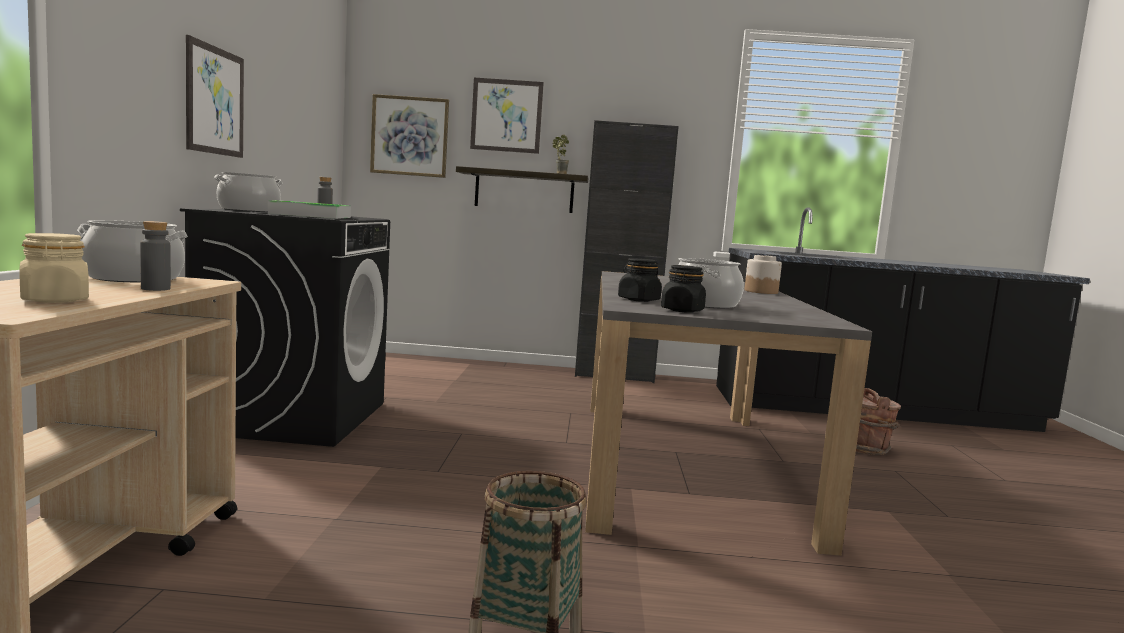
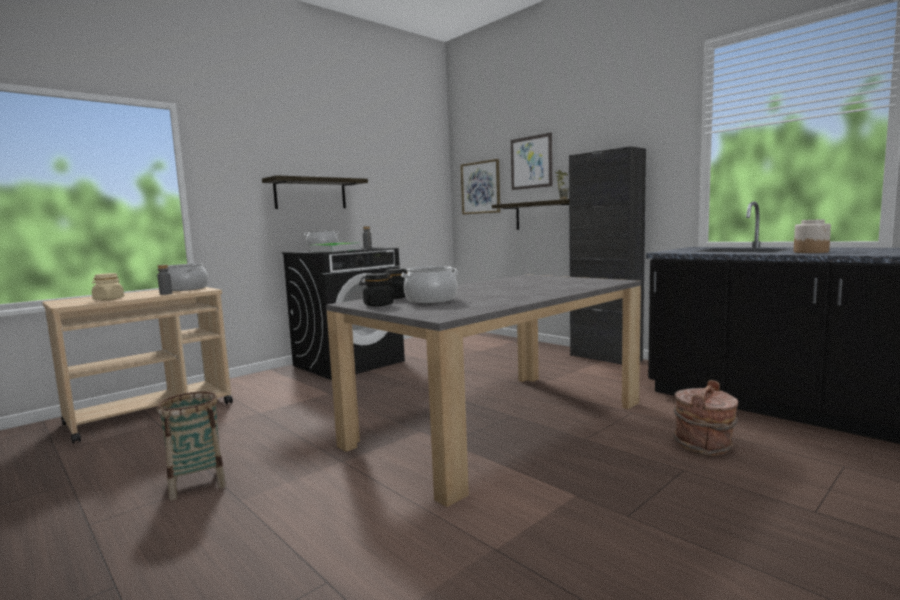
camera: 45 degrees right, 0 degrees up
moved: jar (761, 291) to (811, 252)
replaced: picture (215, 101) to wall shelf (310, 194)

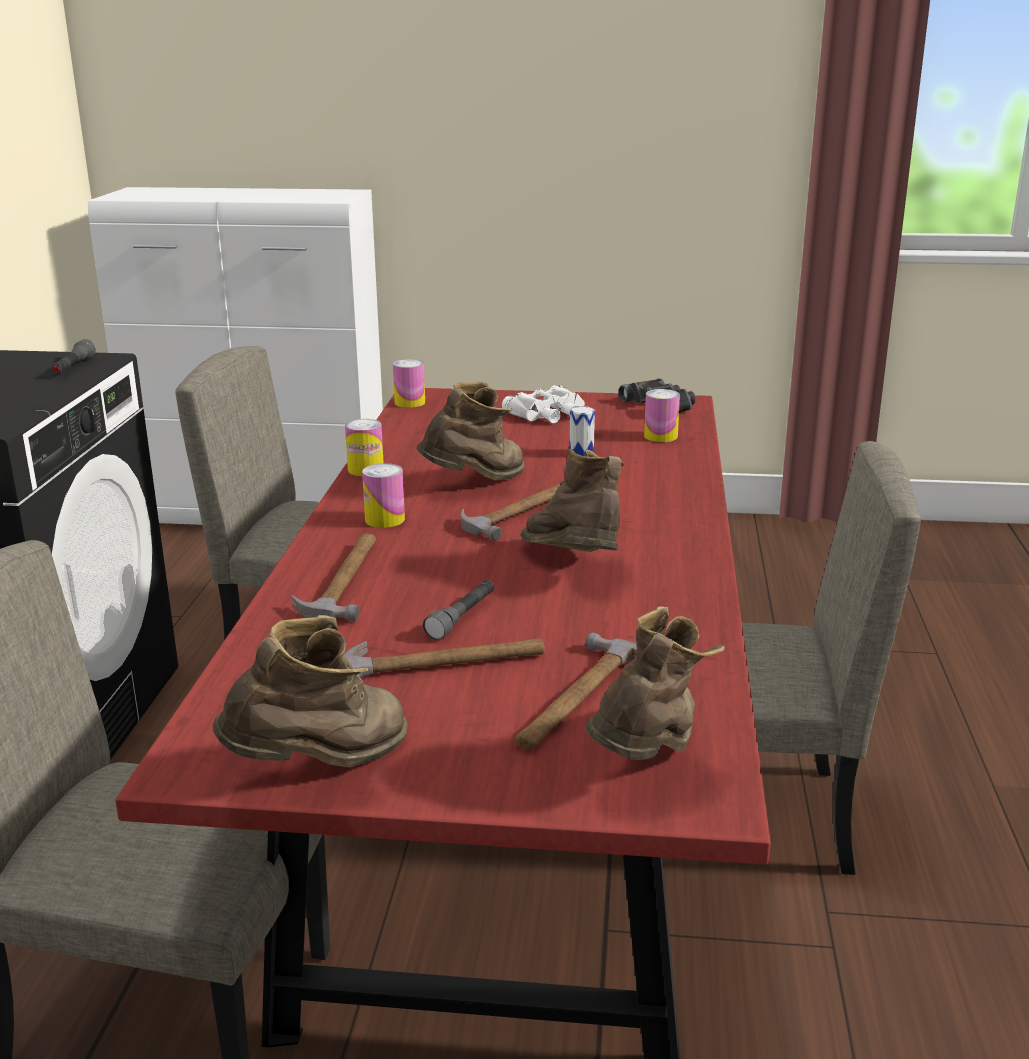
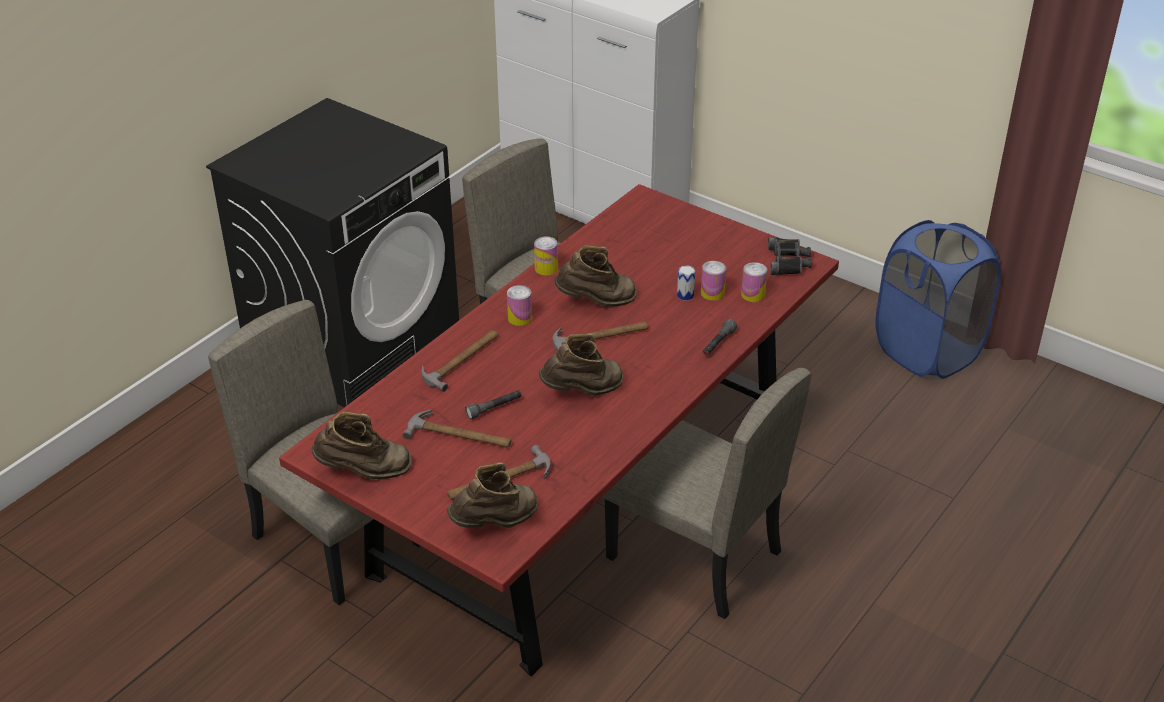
camera: 30 degrees right, 15 degrees up
removed: binoculars (white) (548, 414)
added: hamper (bluish) (927, 352)
moved: hand torch (grey) (73, 368) to (718, 343); can (410, 403) to (712, 293)
turned: high-top boot (brown) (573, 566) = (583, 392) 60 degrees clockwise

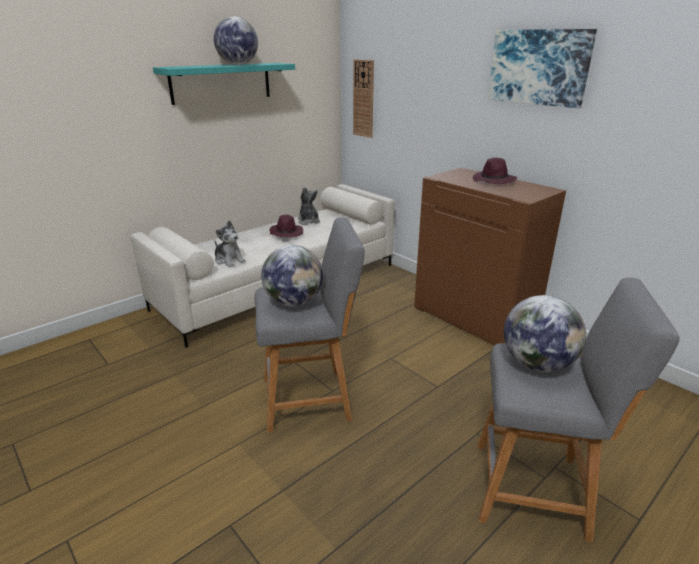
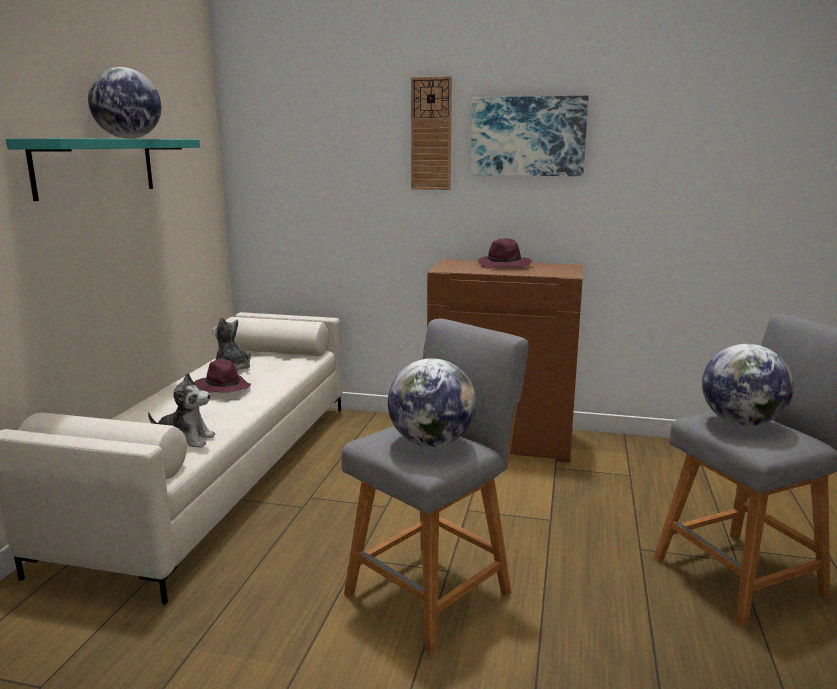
camera: 35 degrees left, 10 degrees down
moved: hanging clock (363, 99) to (431, 134)

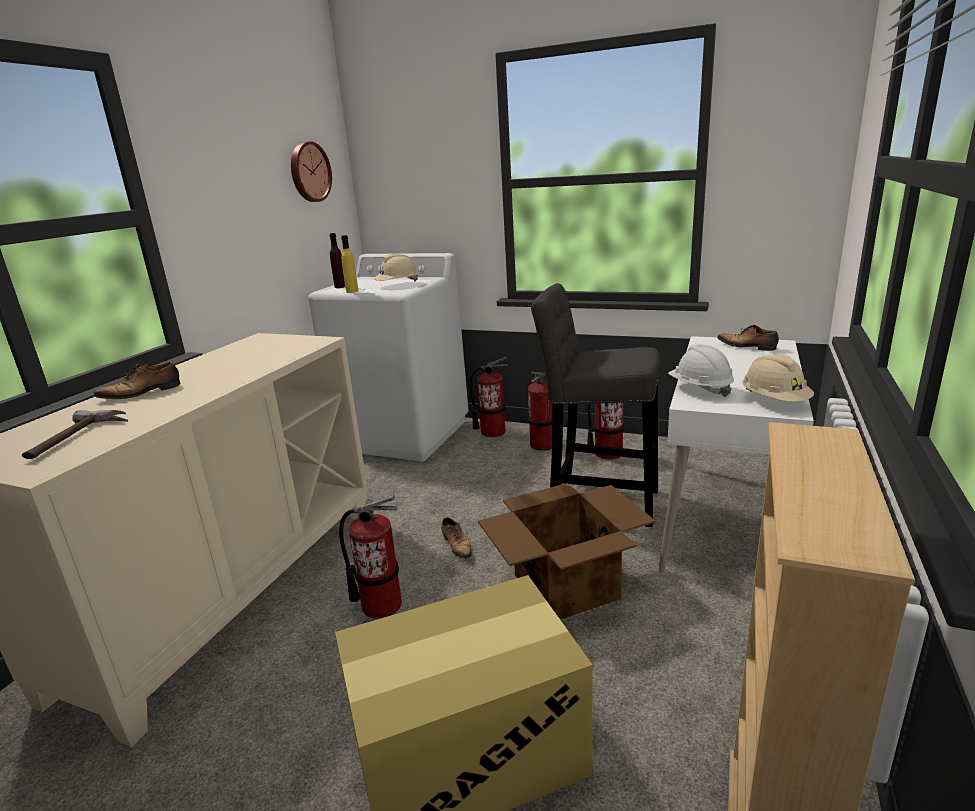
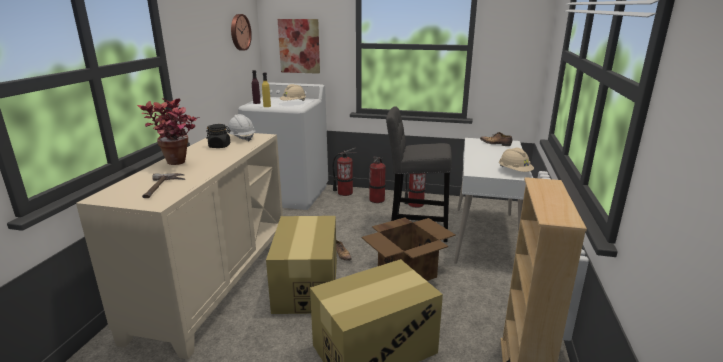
camera: 10 degrees left, 0 degrees up
added: jar (black) (220, 146); picture (299, 46)
moved: hard hat (white) (700, 389) to (241, 138)
replaced: shoe (142, 393) to houseplant (177, 164); extinguisher (381, 605) to carton (306, 285)

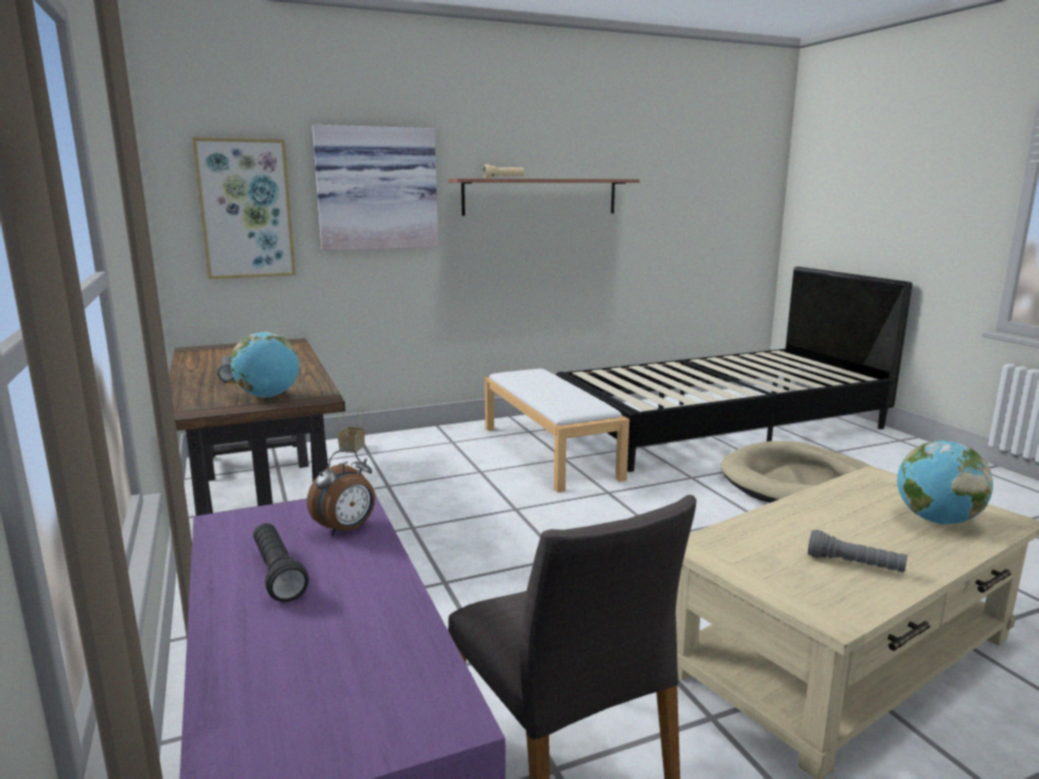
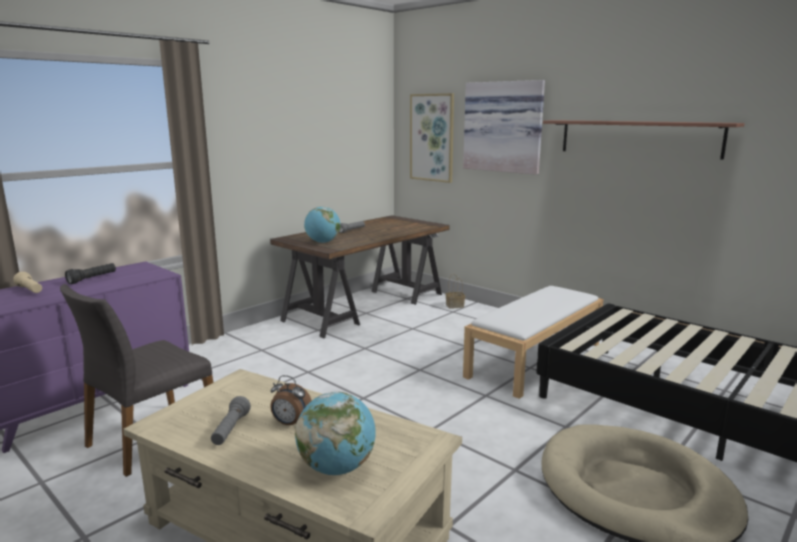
camera: 65 degrees right, 0 degrees up
moved: bedside clock (346, 529) to (290, 424); hand torch (beige) (503, 178) to (30, 290)

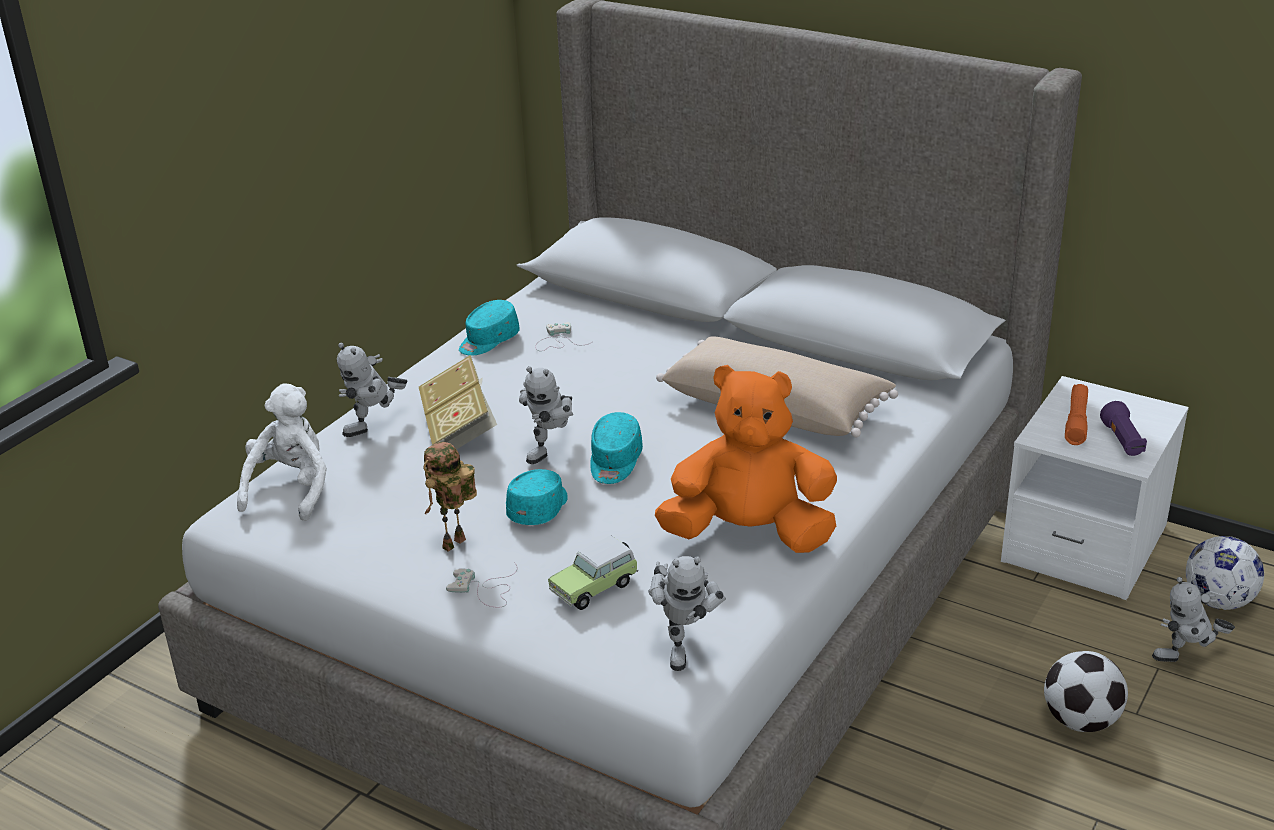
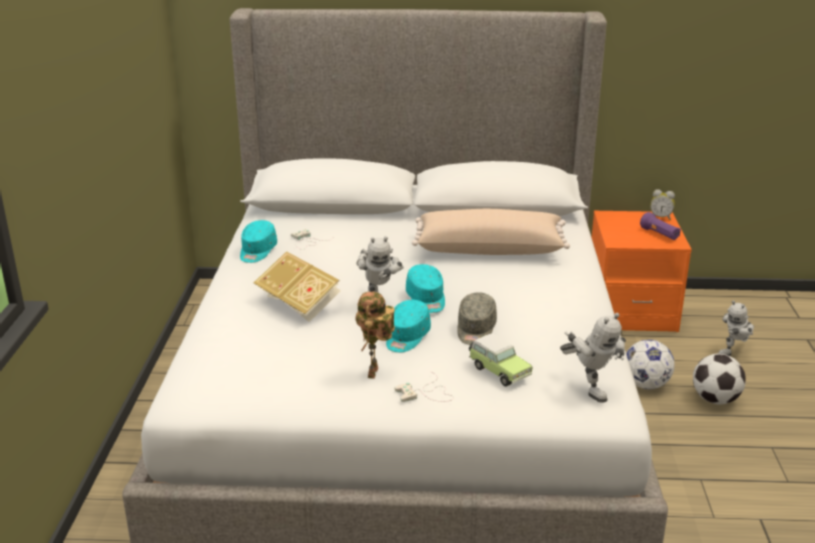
camera: 30 degrees left, 5 degrees down
removed: cuddly toy (white) (291, 489); model robot (375, 428); cuddly toy (orange-coloured) (749, 534); hand torch (orange-coloured) (1076, 421)
added: peaked cap (grey) (475, 330); bedside clock (660, 217)
moved: football (1218, 601) to (646, 385)
recoloured: nightstand (white) (1084, 545) to nightstand (orange-coloured) (630, 310)
turned: peaked cap (turquoise) (539, 508) = (406, 337) 150 degrees counterclockwise; model car (596, 587) = (498, 371) 60 degrees counterclockwise

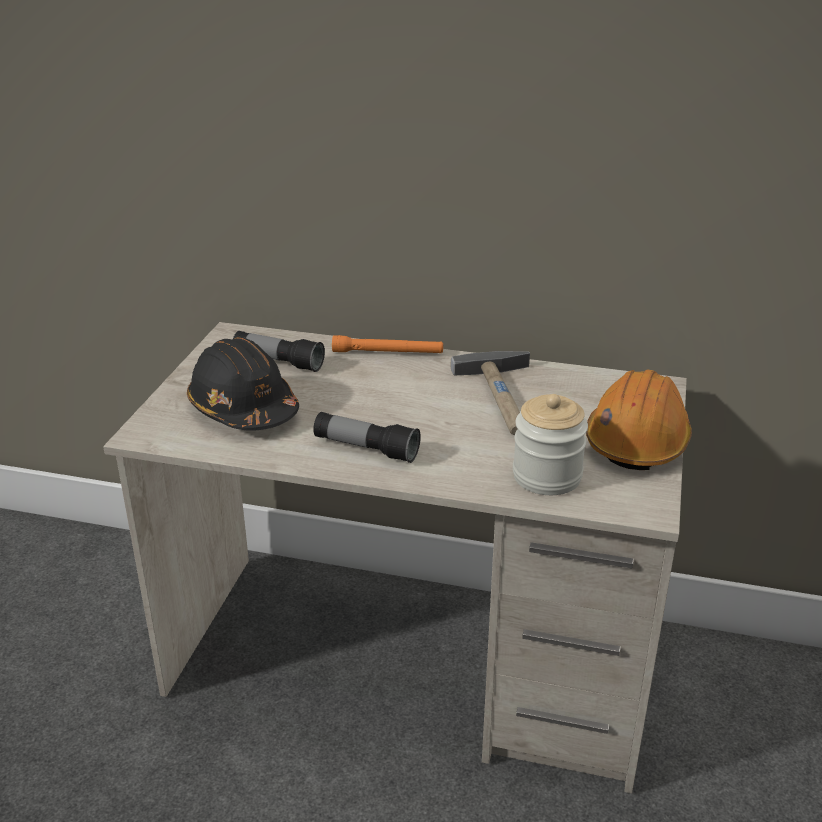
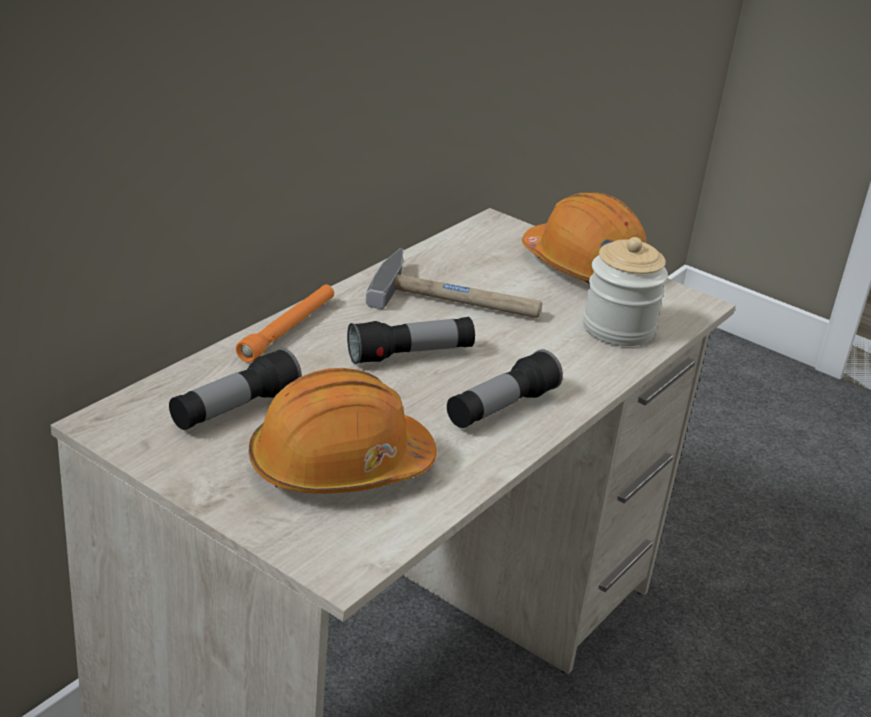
camera: 70 degrees left, 0 degrees up
added: hand torch (410, 355)
recoloured: hard hat (black) (243, 409) to hard hat (orange-coloured) (339, 466)

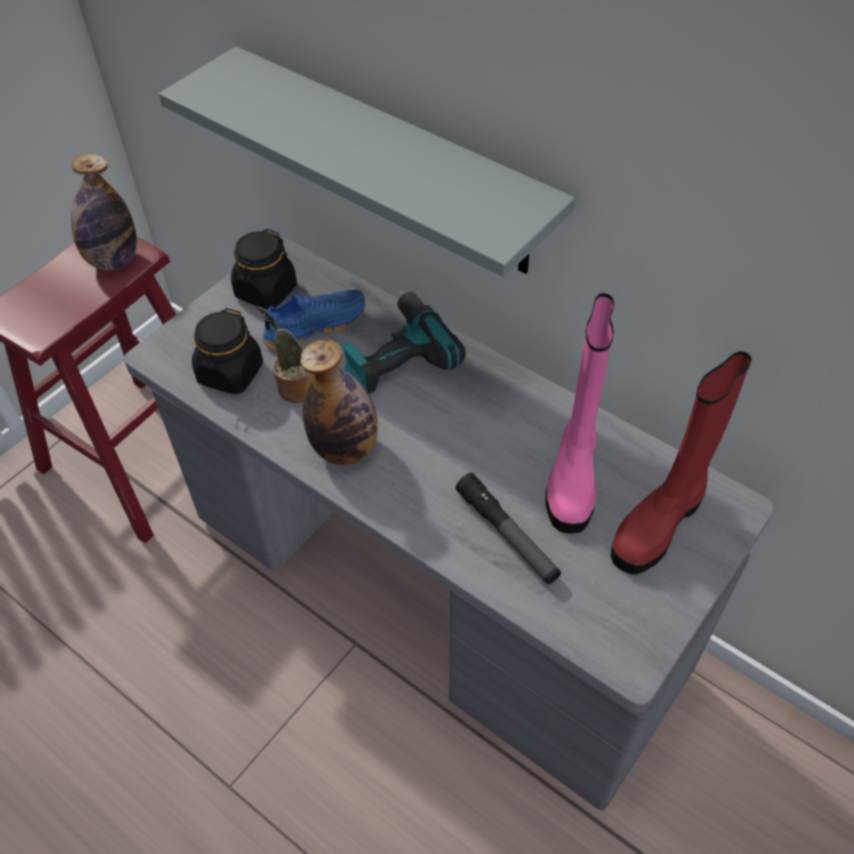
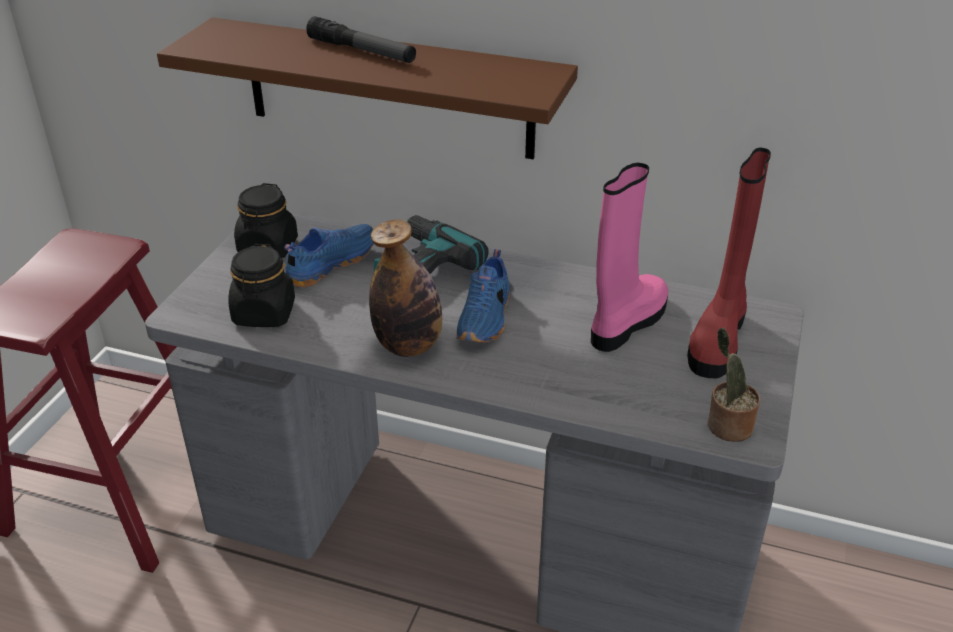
camera: 20 degrees left, 15 degrees down
removed: beverage bottle (113, 260)
added: shoe (bluish) (486, 319)
moved: houseplant (294, 387) to (726, 426); hand torch (507, 534) to (362, 51)
recoloured: wall shelf (grey) (393, 162) to wall shelf (brown) (388, 88)
turned: high-top boot (pink-coloured) (573, 476) = (626, 323) 135 degrees counterclockwise

